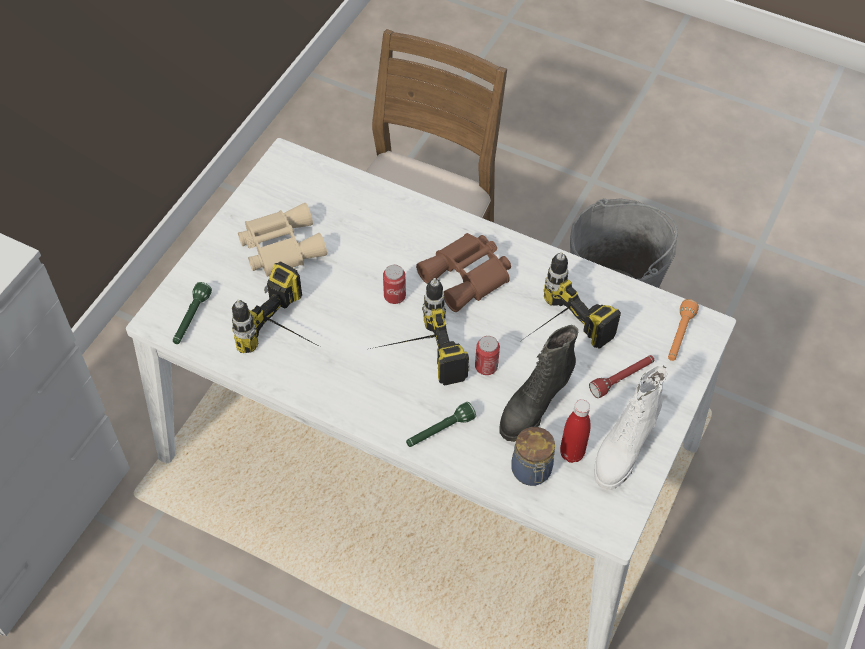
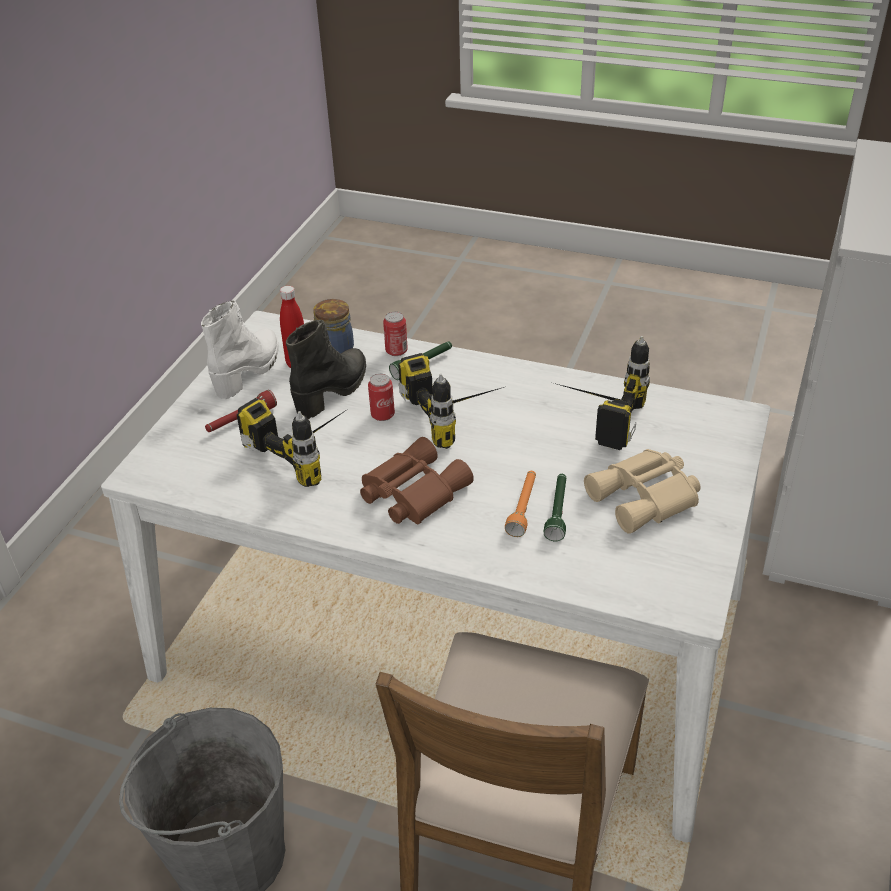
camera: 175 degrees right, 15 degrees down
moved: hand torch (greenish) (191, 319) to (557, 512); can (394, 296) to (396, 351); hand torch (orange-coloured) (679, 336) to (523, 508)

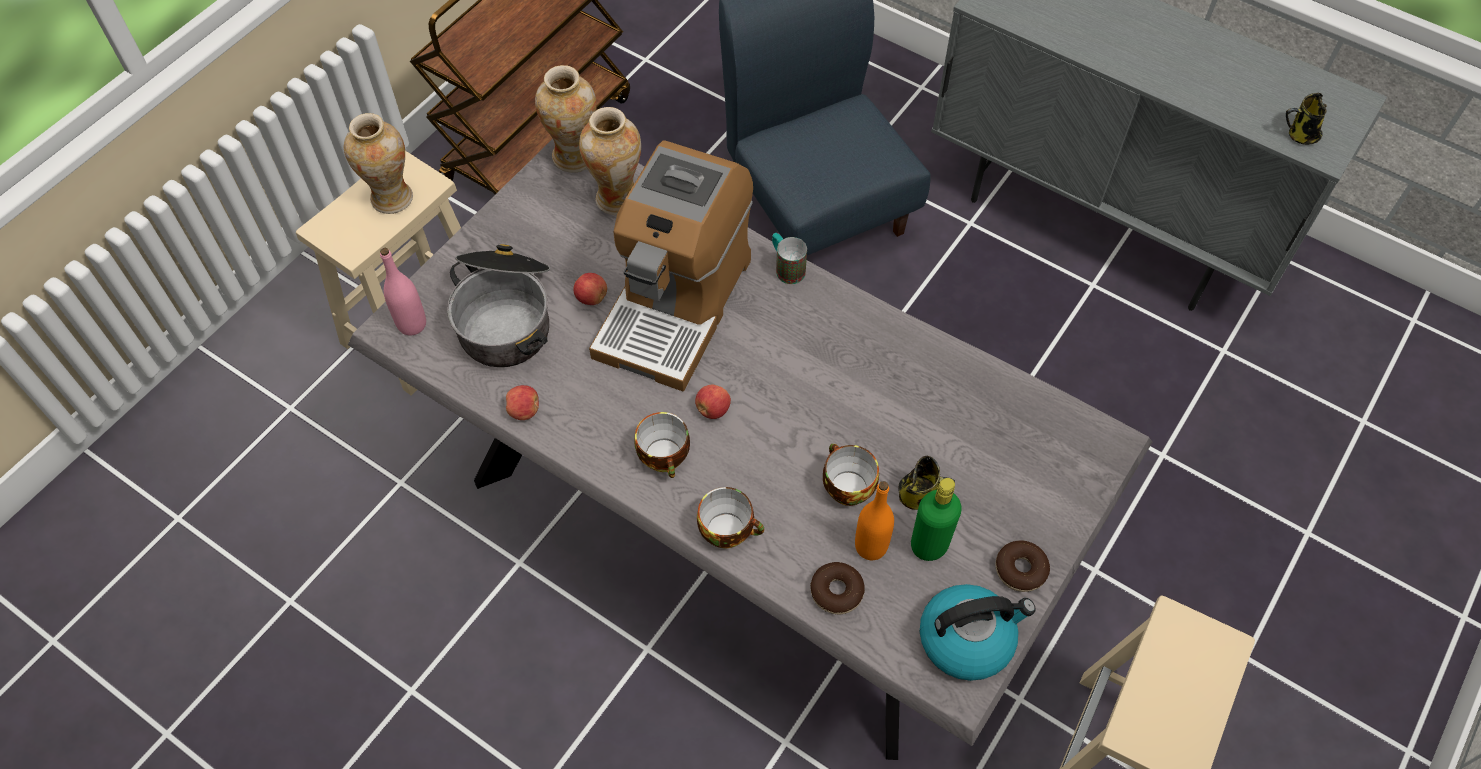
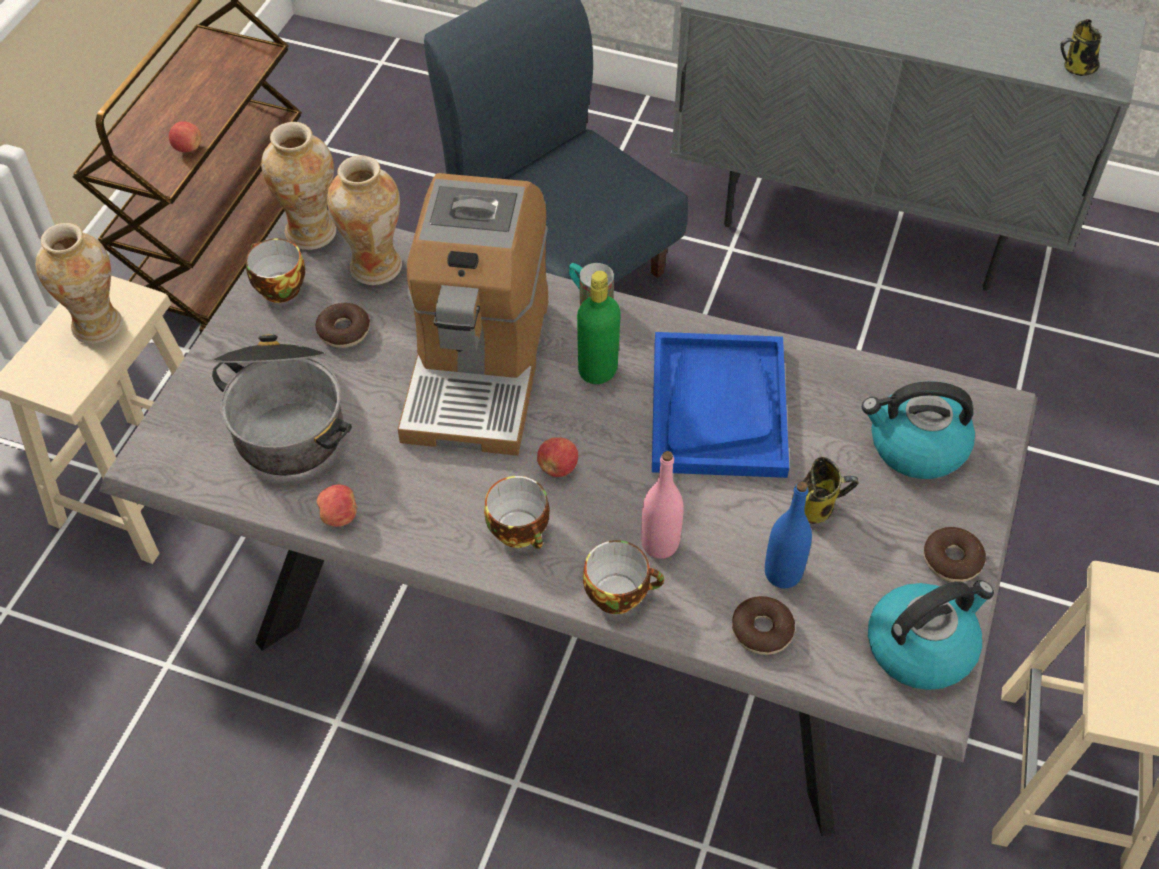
camera: 15 degrees left, 5 degrees down
added: ring doughnut (344, 331); tray (bluish) (718, 407); kettle (915, 446)
moved: beverage bottle (pink-coloured) (412, 324) to (660, 544); whole apple (591, 298) to (188, 148); cup (845, 487) to (277, 288); beverage bottle (greenish) (929, 545) to (597, 370)
recoloured: beverage bottle (orange-coloured) (871, 546) to beverage bottle (bluish) (783, 573)

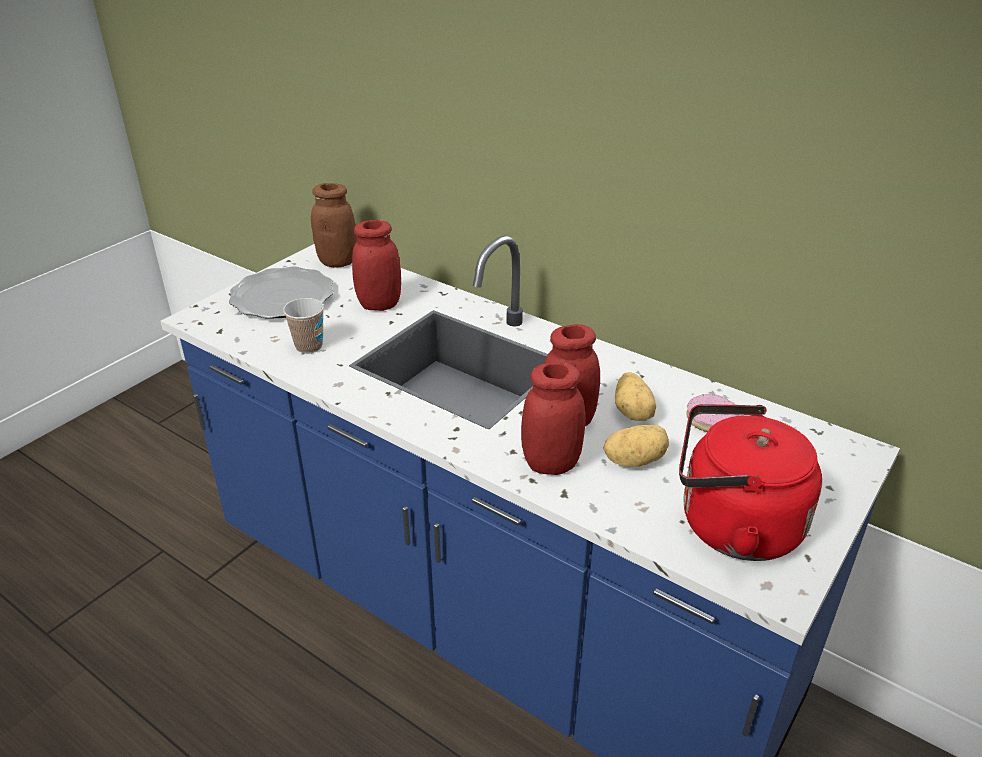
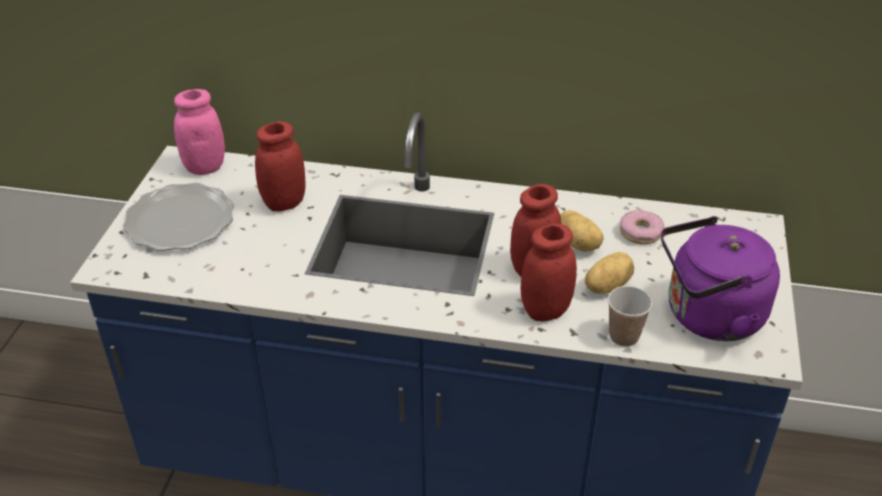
camera: 25 degrees left, 5 degrees up
moved: cup (309, 346) to (624, 336)
recoloured: jar (brown) (337, 262) to jar (pink-coloured) (205, 167); kettle (red-coloured) (731, 526) to kettle (purplish) (708, 316)

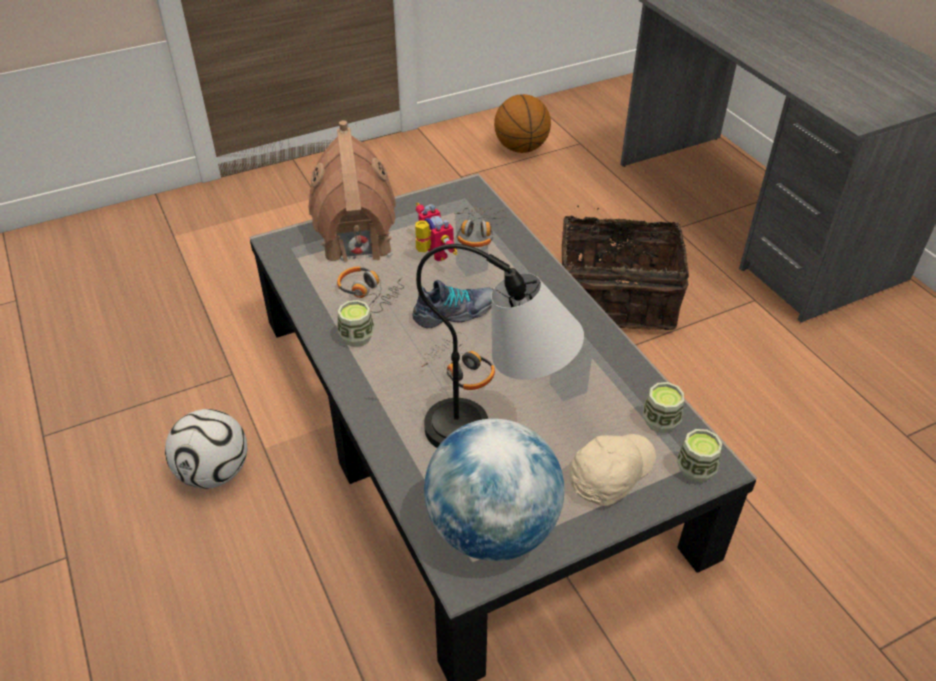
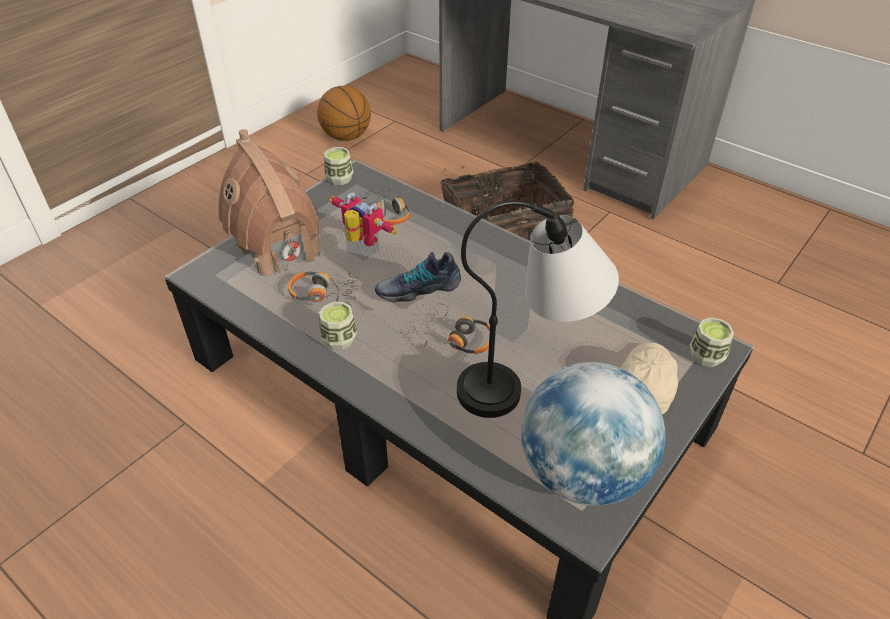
camera: 25 degrees left, 0 degrees up
removed: football (215, 472)
moved: cup (660, 421) to (339, 179)
turned: shoe (455, 313) = (418, 288) 150 degrees counterclockwise

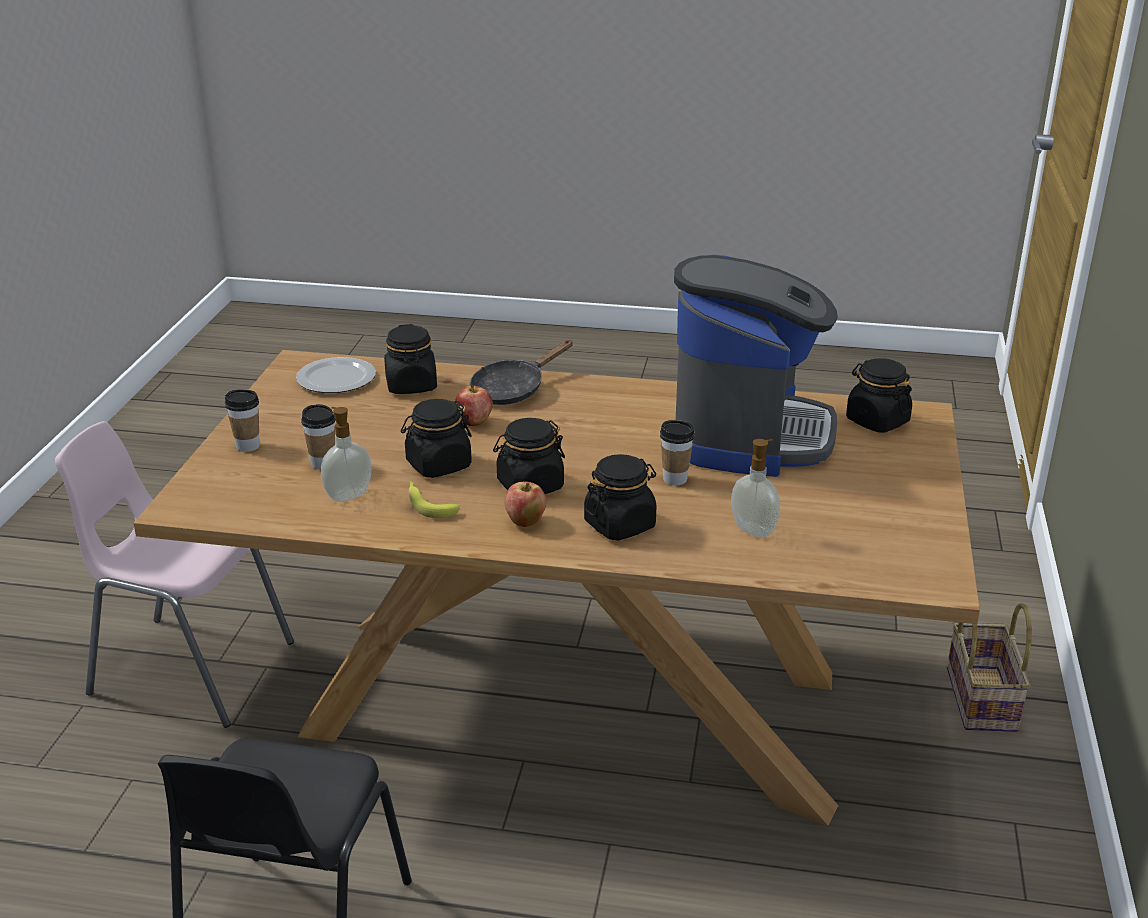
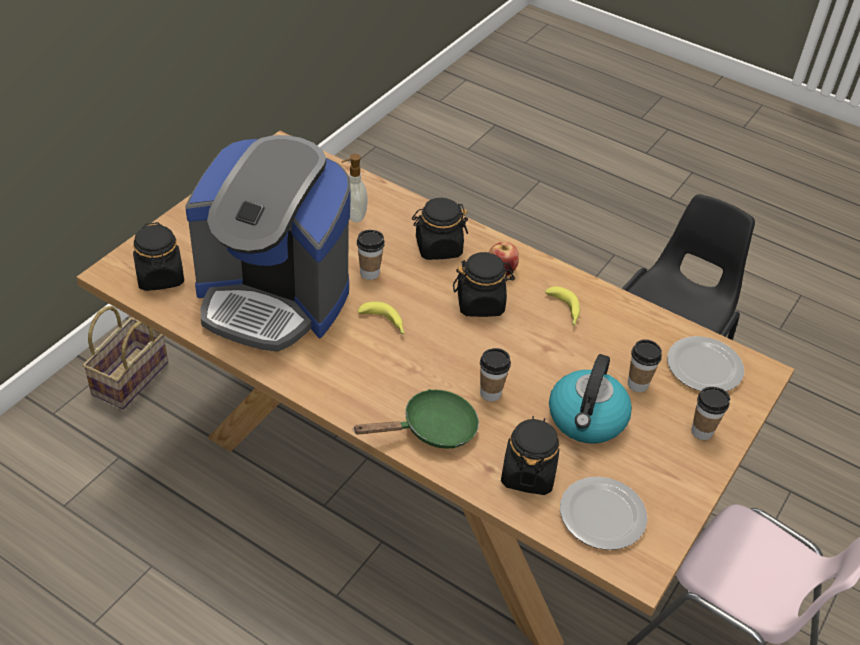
camera: 160 degrees left, 15 degrees up
removed: soap dispenser (348, 495); jar (black) (438, 465)
added: whole banana (384, 323); kettle (587, 420); flat dish (705, 367)
replaced: whole apple (474, 422) to cup (490, 393)
recoloured: pan (black) (513, 390) to pan (greenish) (432, 429)
turned: coffee maker (749, 434) = (273, 298) 105 degrees counterclockwise

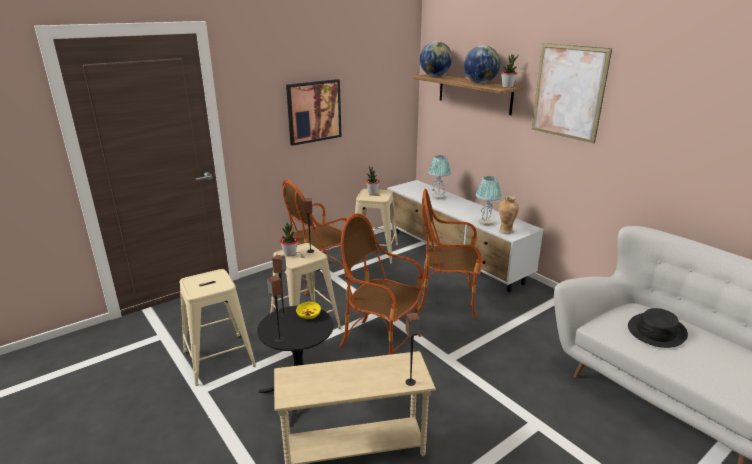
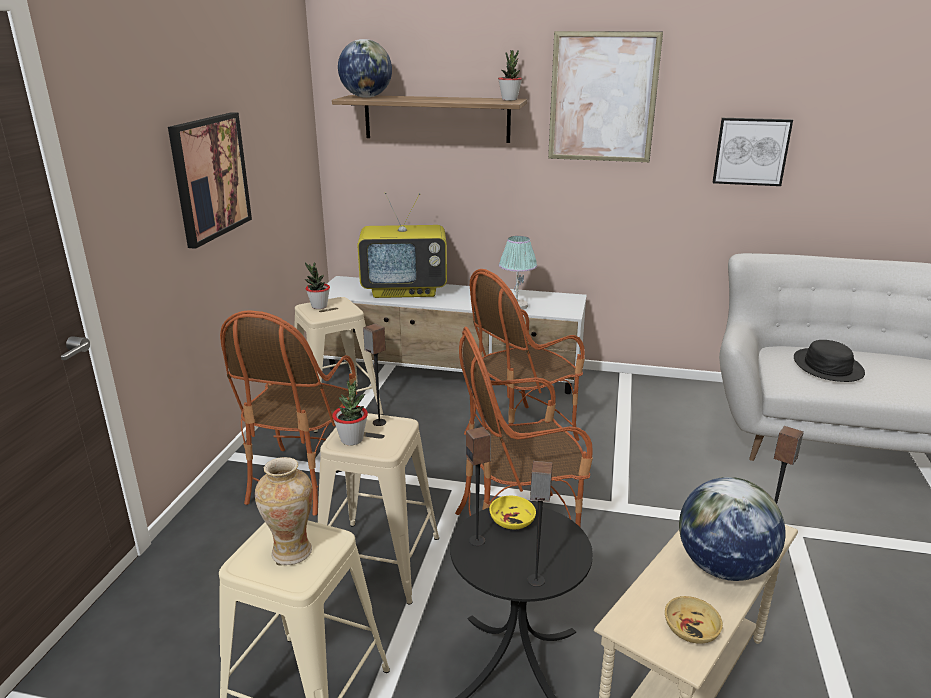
camera: 40 degrees left, 0 degrees up
added: serving bowl (beige) (691, 629); picture (751, 151)
moved: world globe (480, 83) to (722, 567); decorative vase (506, 231) to (291, 551)
replaced: lamp for a table (438, 197) to TV set (405, 290)

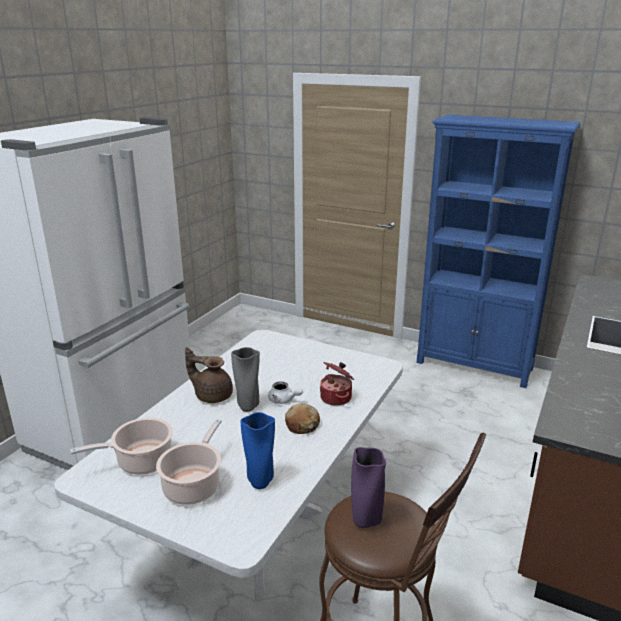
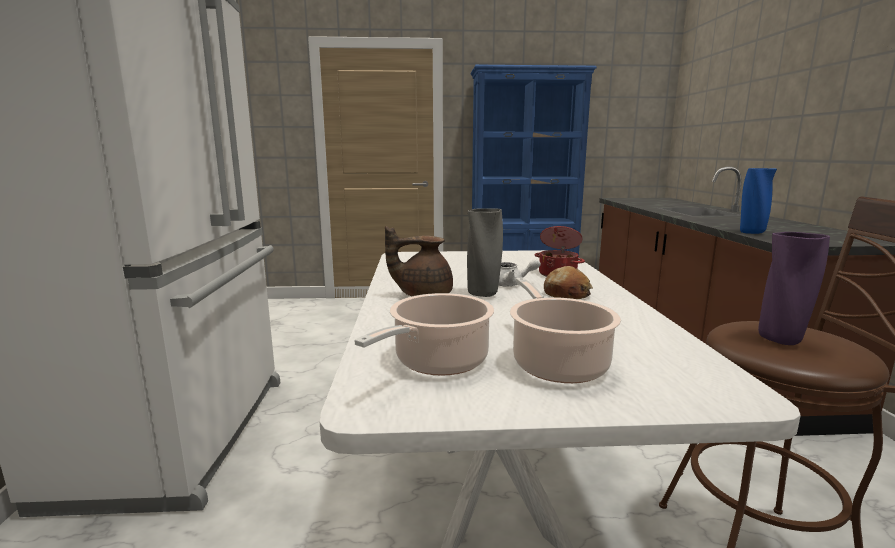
camera: 30 degrees left, 10 degrees down
moved: decorative vase (bluish) (260, 482) to (751, 233)

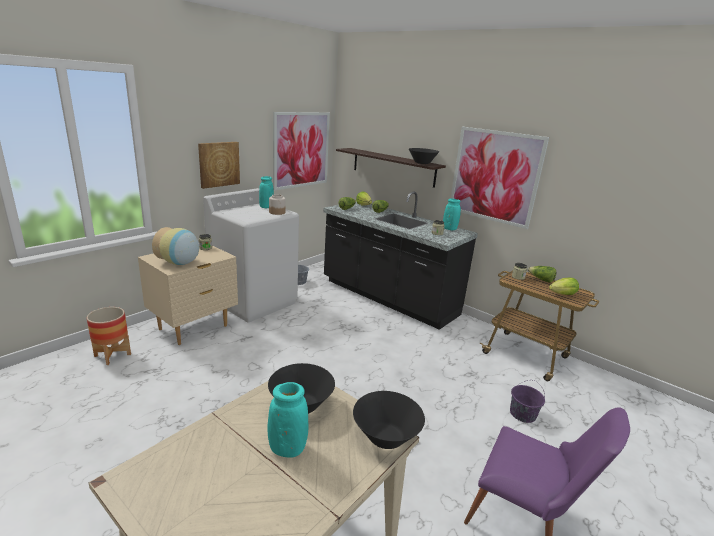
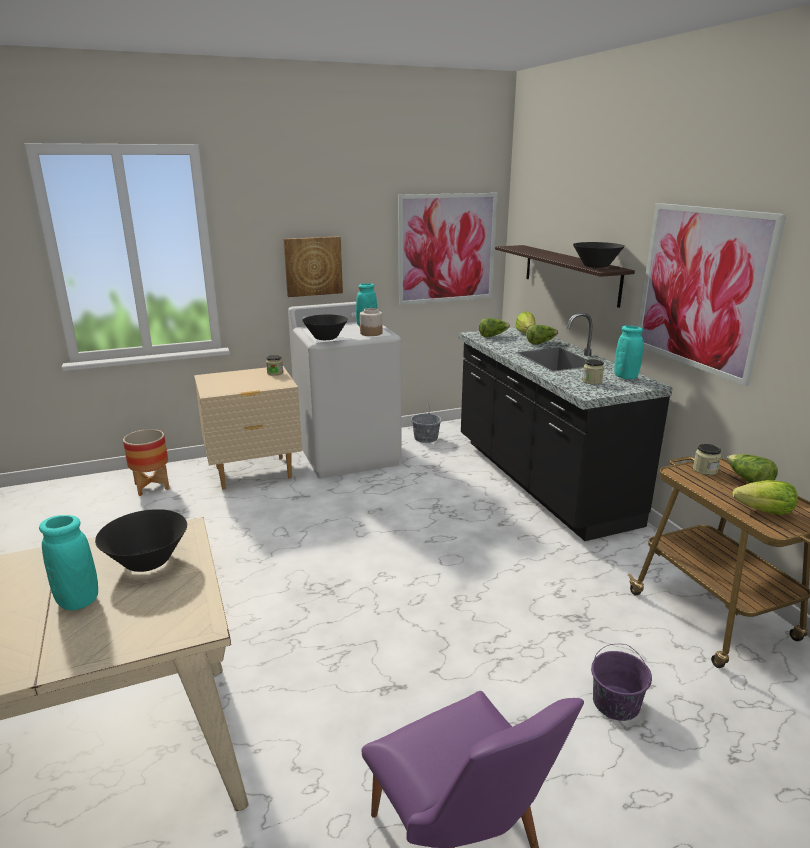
camera: 30 degrees right, 0 degrees up
removed: decorative vase (180, 263)
moved: serving bowl (black) (386, 437) to (326, 338)

